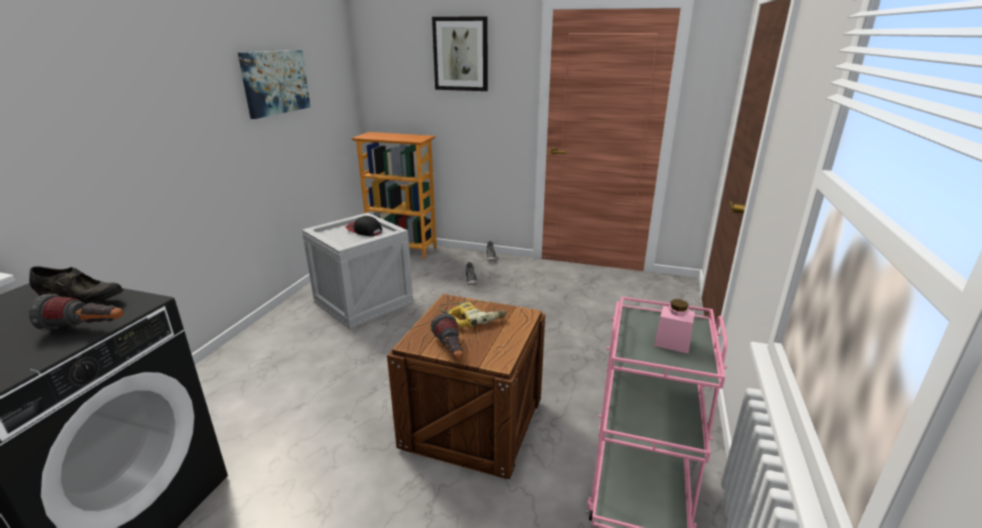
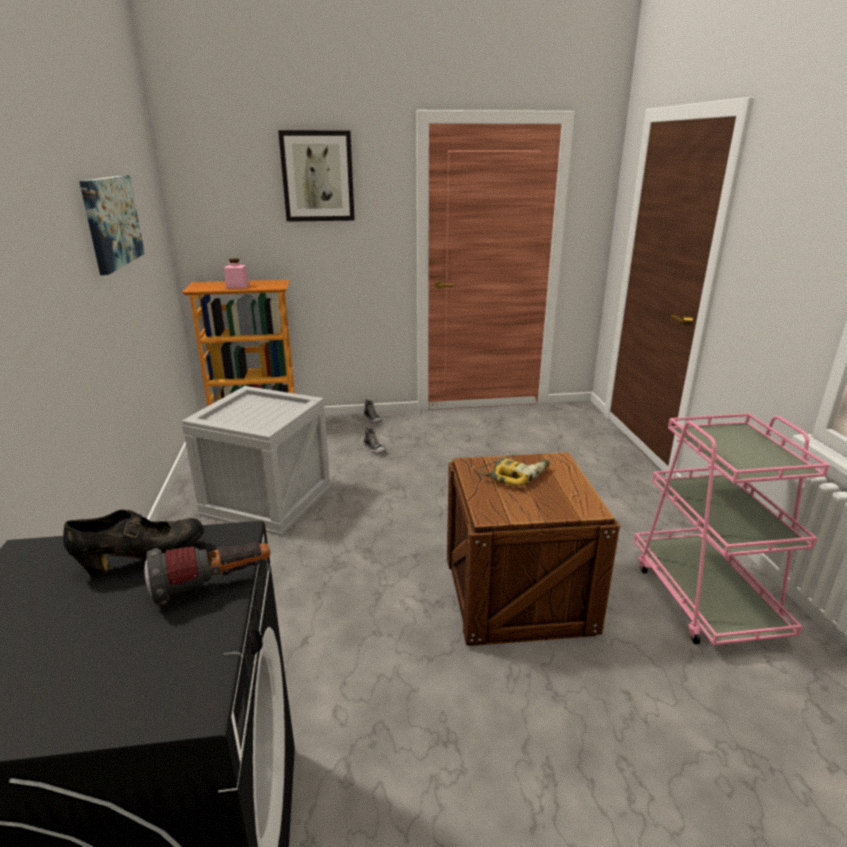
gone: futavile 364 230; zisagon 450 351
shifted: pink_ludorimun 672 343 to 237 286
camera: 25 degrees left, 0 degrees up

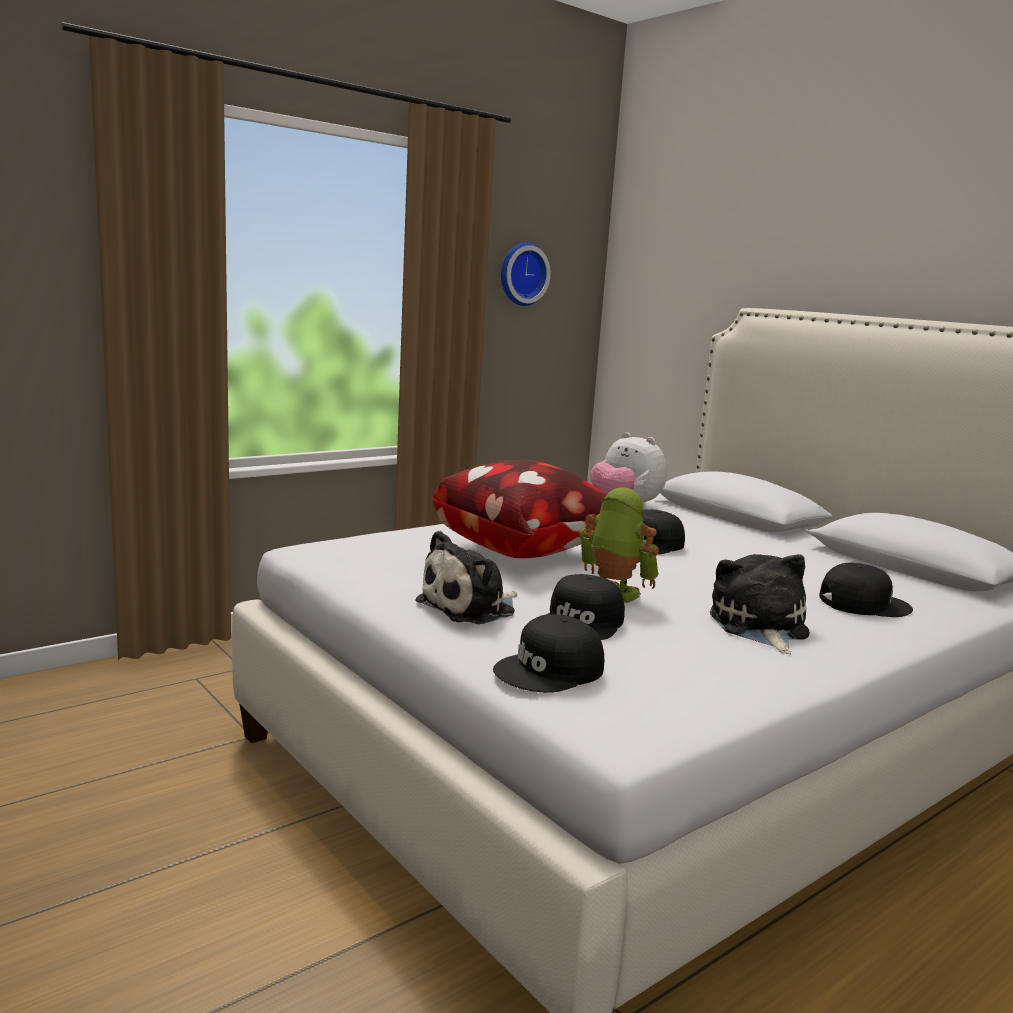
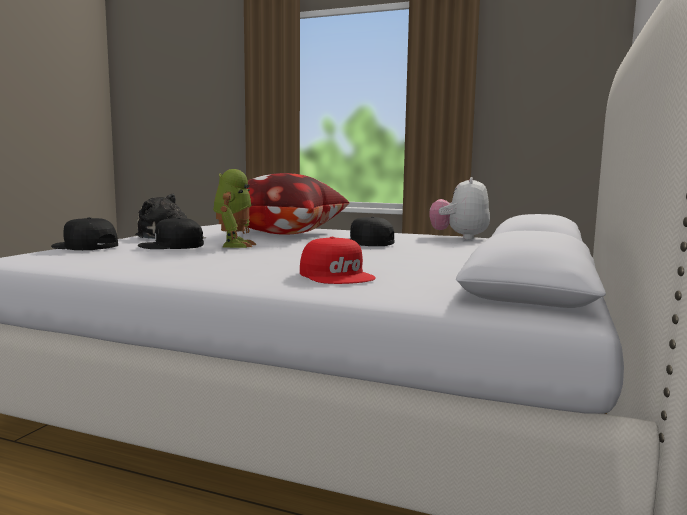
gone: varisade 521 274; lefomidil 759 627
repainted: black_futavile 863 603 to red_futavile 338 276
camera: 60 degrees right, 5 degrees down

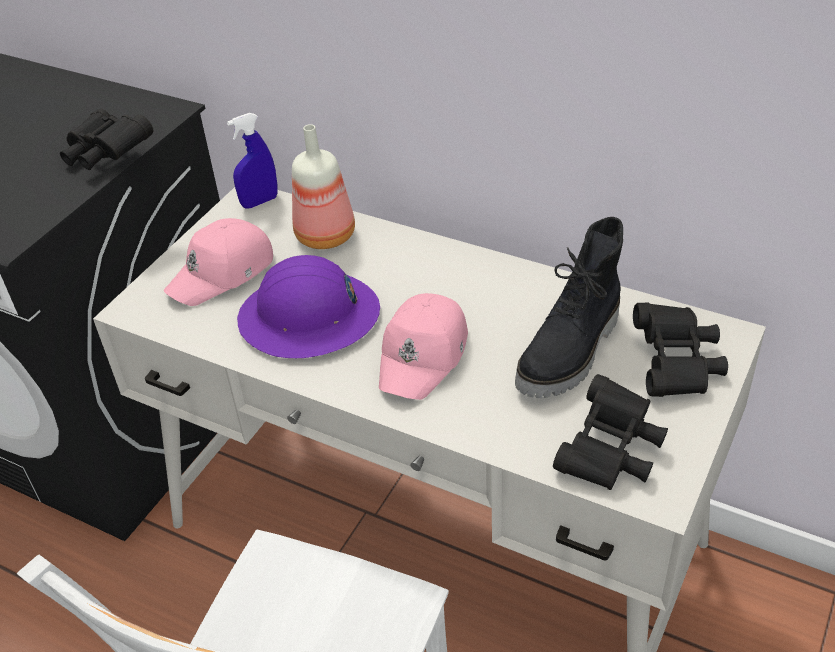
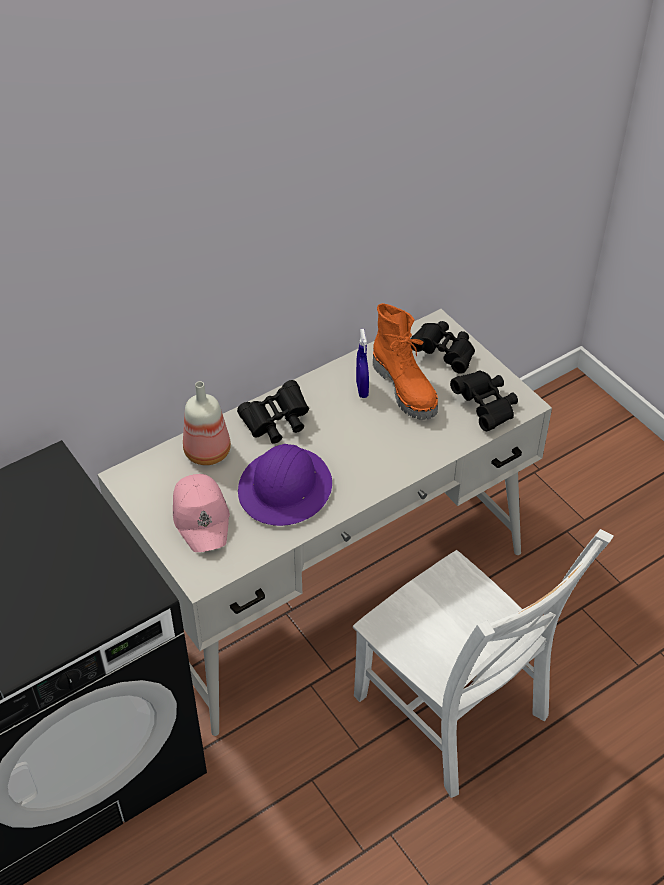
gone: pink_futavile 424 355
shifted: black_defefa 107 155 to 276 423; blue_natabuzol 259 202 to 362 389
repainted: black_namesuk 571 353 to orange_namesuk 406 388
camera: 65 degrees left, 5 degrees up

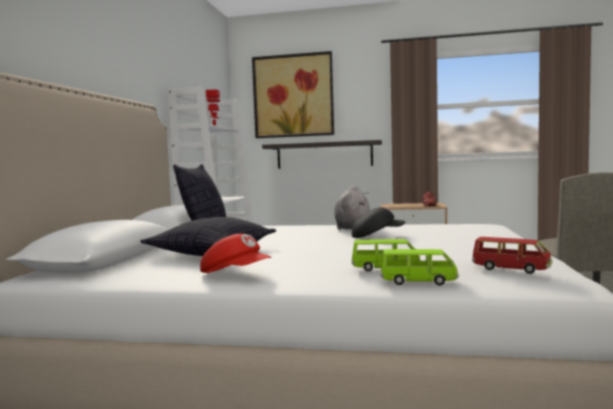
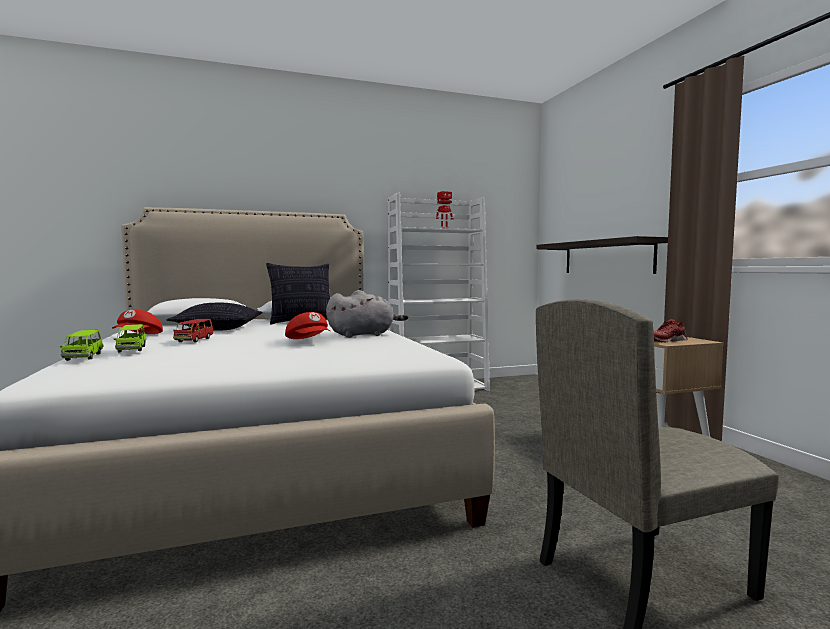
gone: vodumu 293 96
shifted: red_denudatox 511 269 to 194 340
repainted: black_futavile 377 236 to red_futavile 309 341
camera: 60 degrees right, 0 degrees up

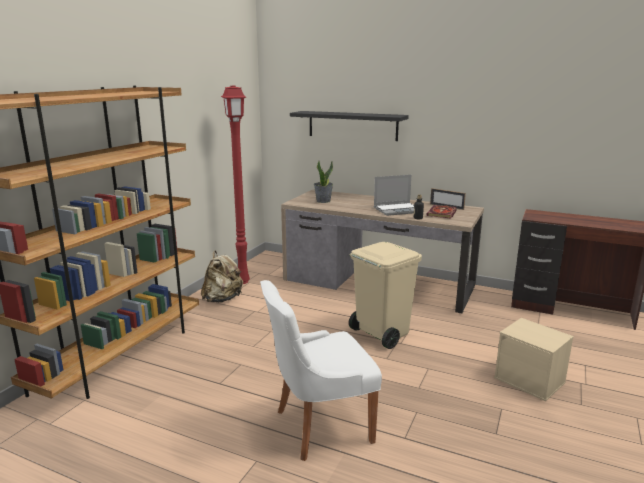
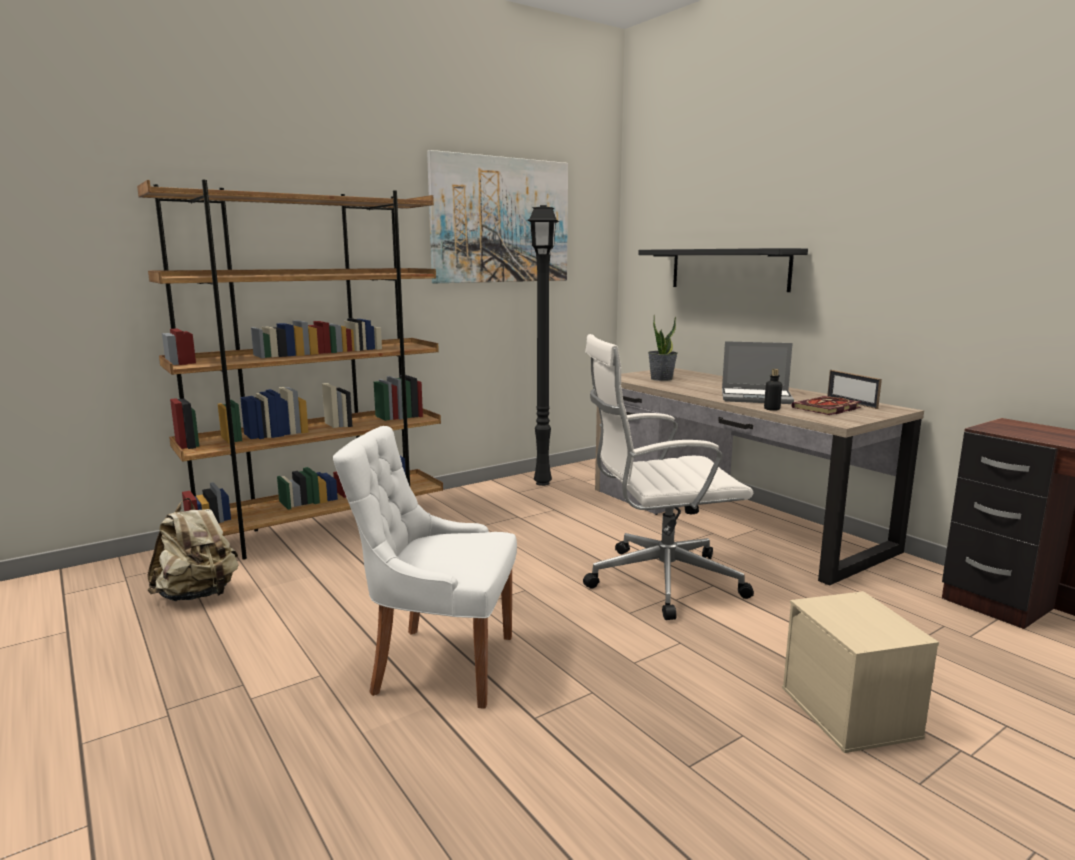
new: vodumu 501 220
shifted: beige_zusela 222 299 to 198 595
swapped: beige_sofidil 381 334 to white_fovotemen 659 581
repainted: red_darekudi 243 281 to black_darekudi 544 483
camera: 30 degrees right, 5 degrees down

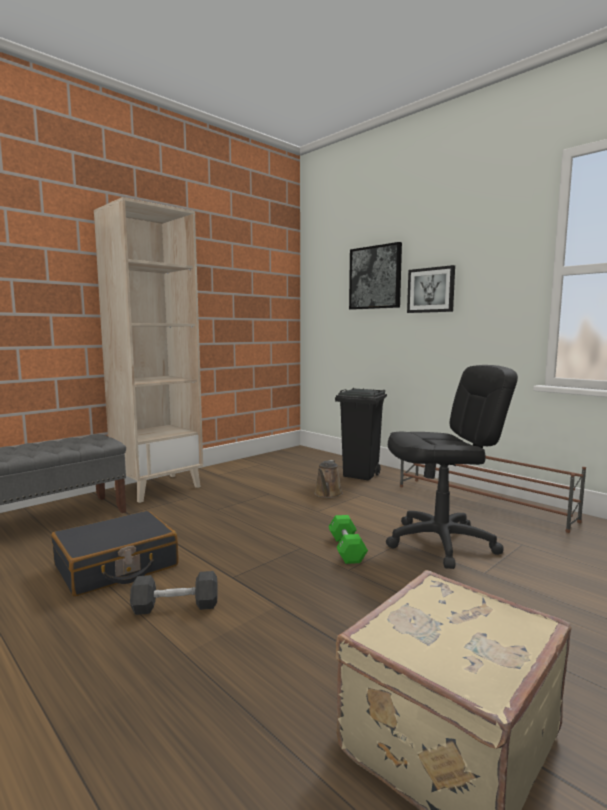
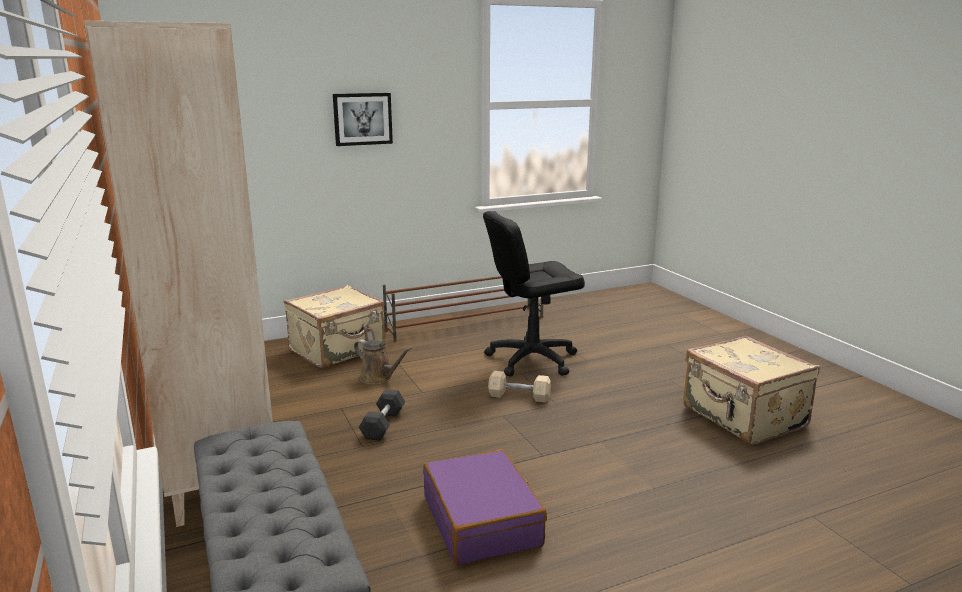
gone: vodumu 375 277
shifted: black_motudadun 175 606 to 383 424
swapped: black_sofidil 361 475 to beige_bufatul 338 350
repainted: black_bufatul 116 566 to purple_bufatul 482 521; green_motudadun 346 549 to beige_motudadun 519 396
rotated: black_fovotemen 441 543 = 531 359 120 degrees counterclockwise
camera: 70 degrees left, 10 degrees up

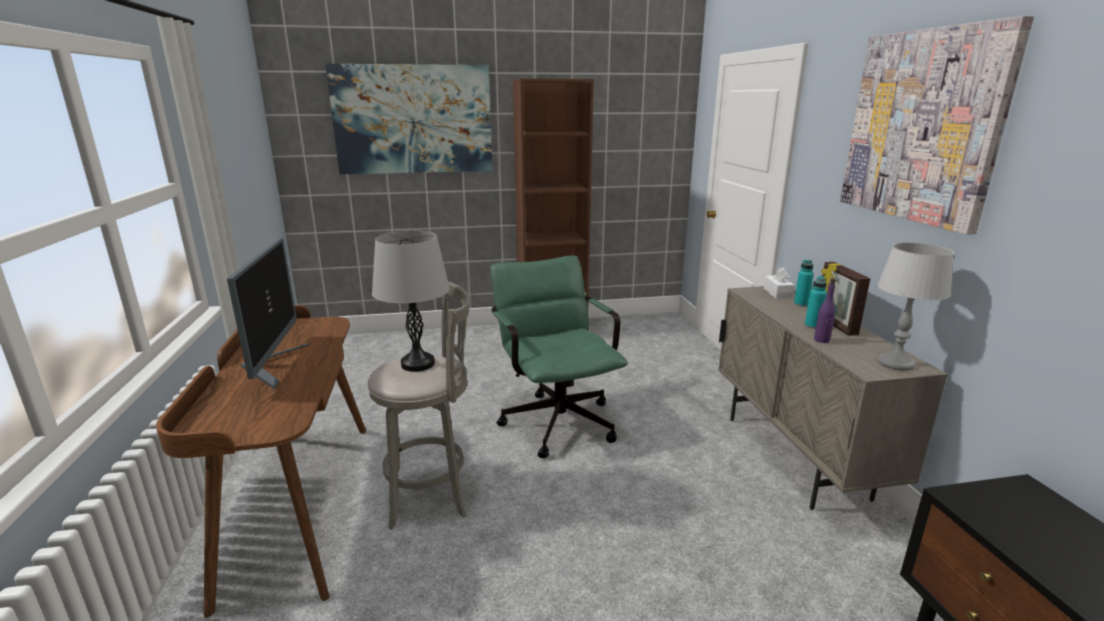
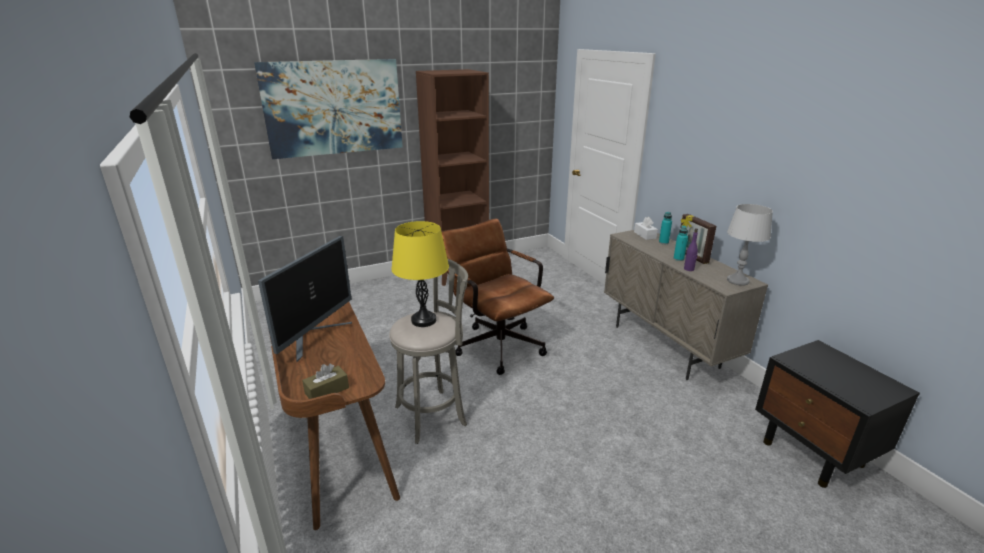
gone: vodumu 922 126
new: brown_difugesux 327 390
repainted: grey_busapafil 418 364 to yellow_busapafil 423 320; green_fovotemen 556 418 to brown_fovotemen 495 343
rotated: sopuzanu 273 365 = 315 336 45 degrees clockwise
camera: 15 degrees left, 5 degrees up

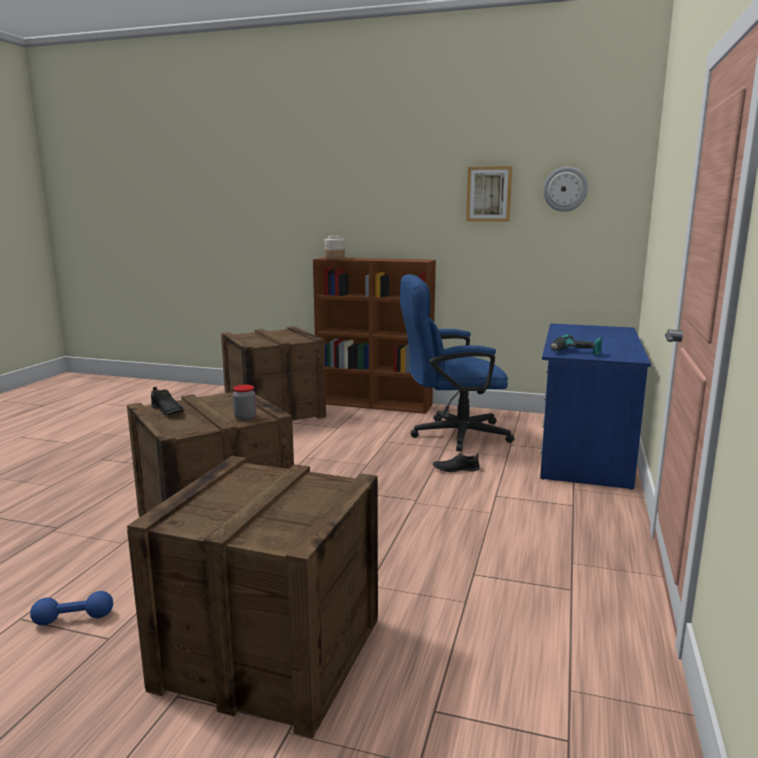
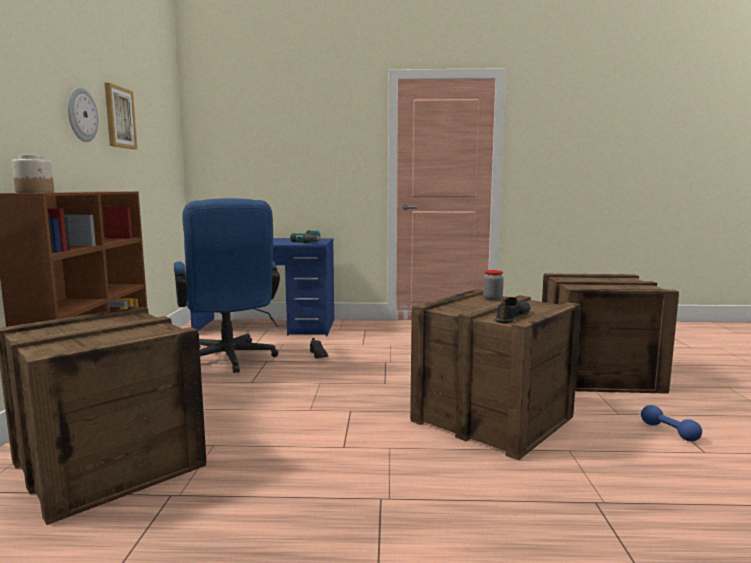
shifted: varisade 565 189 to 81 115
camera: 105 degrees left, 5 degrees down

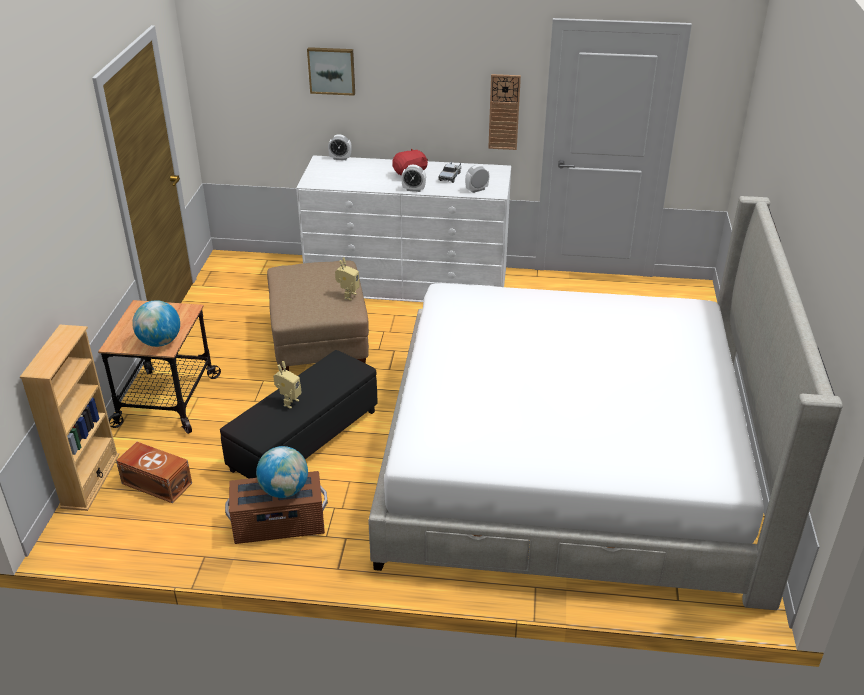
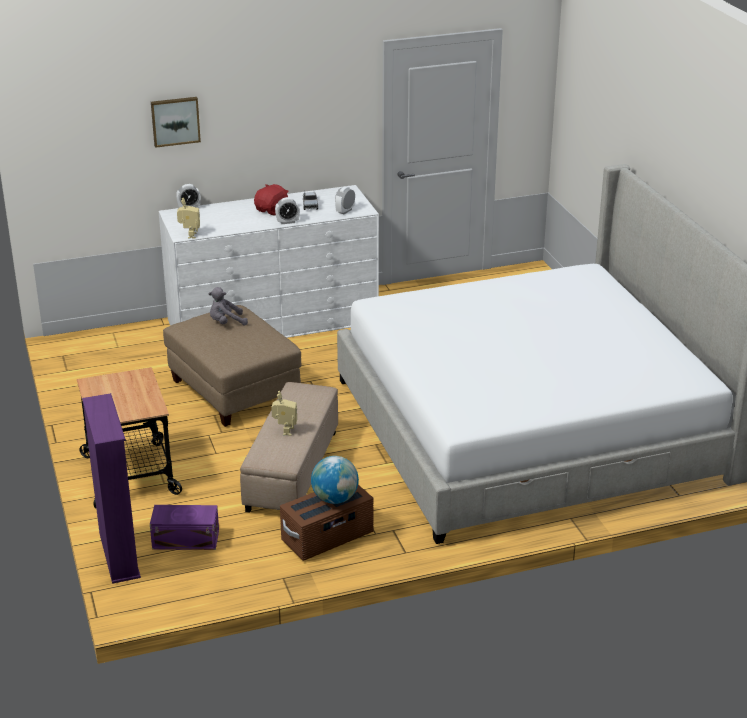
gone: varisade 504 112; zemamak 160 342
new: grey_lefomidil 226 323
shifted: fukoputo 348 295 to 189 235
repainted: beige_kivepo 90 481 to purple_kivepo 119 555; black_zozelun 304 440 to beige_zozelun 291 470; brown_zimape 156 482 to purple_zimape 185 539
camera: 25 degrees left, 5 degrees down

